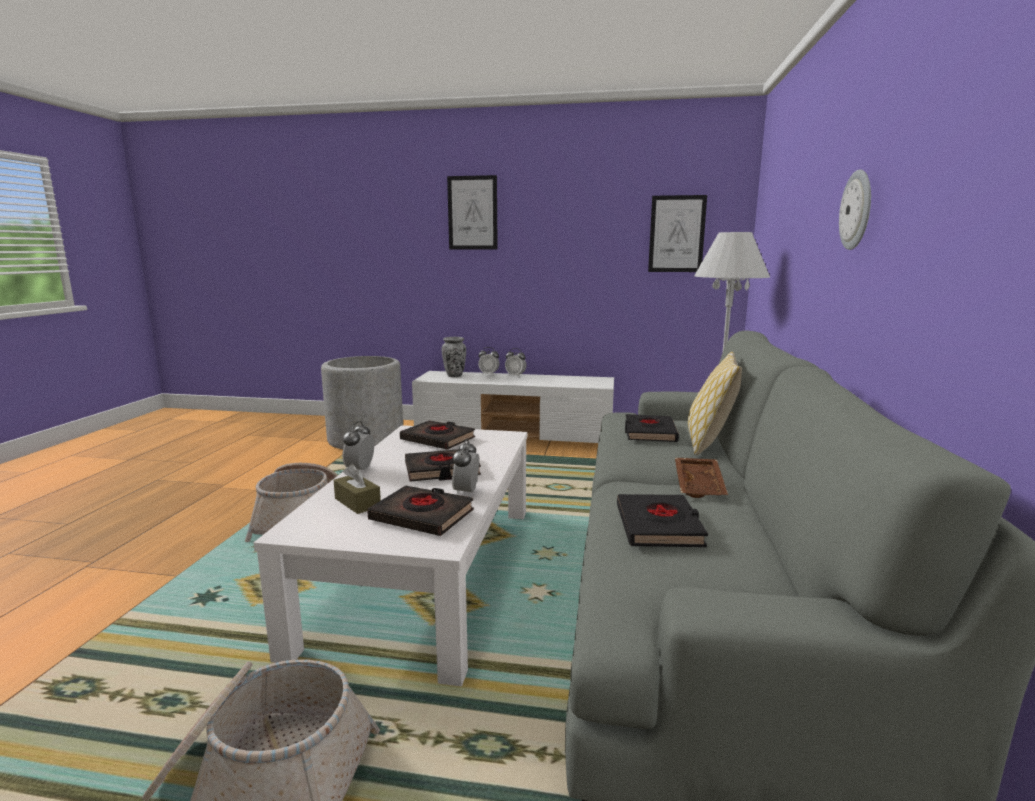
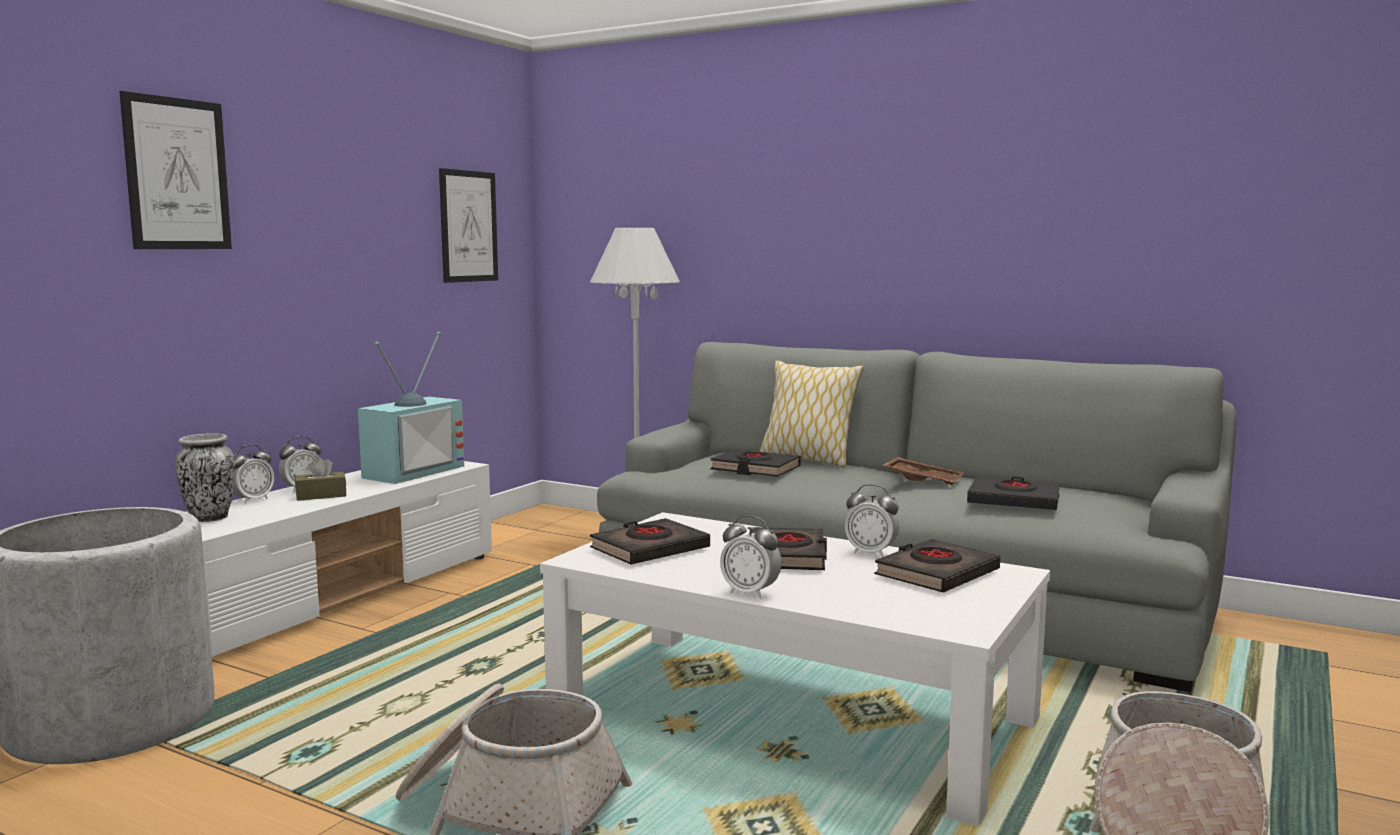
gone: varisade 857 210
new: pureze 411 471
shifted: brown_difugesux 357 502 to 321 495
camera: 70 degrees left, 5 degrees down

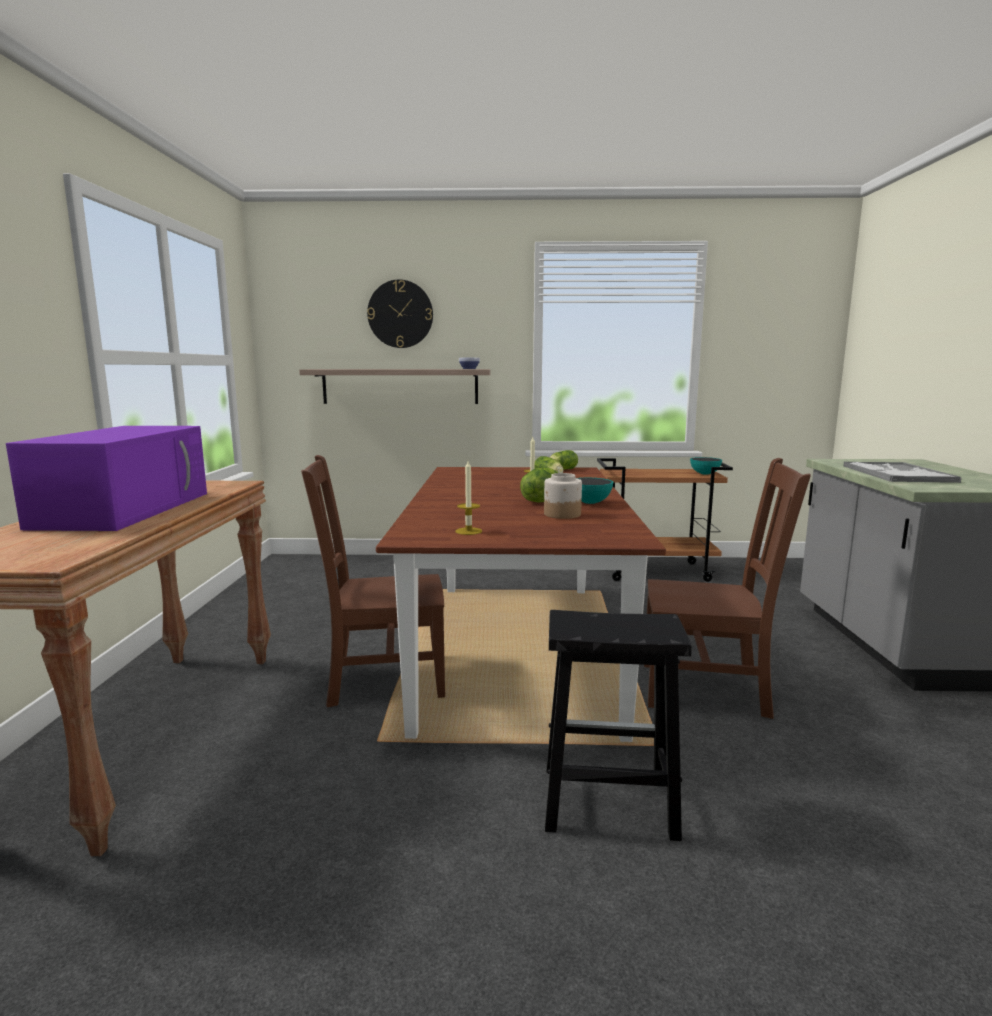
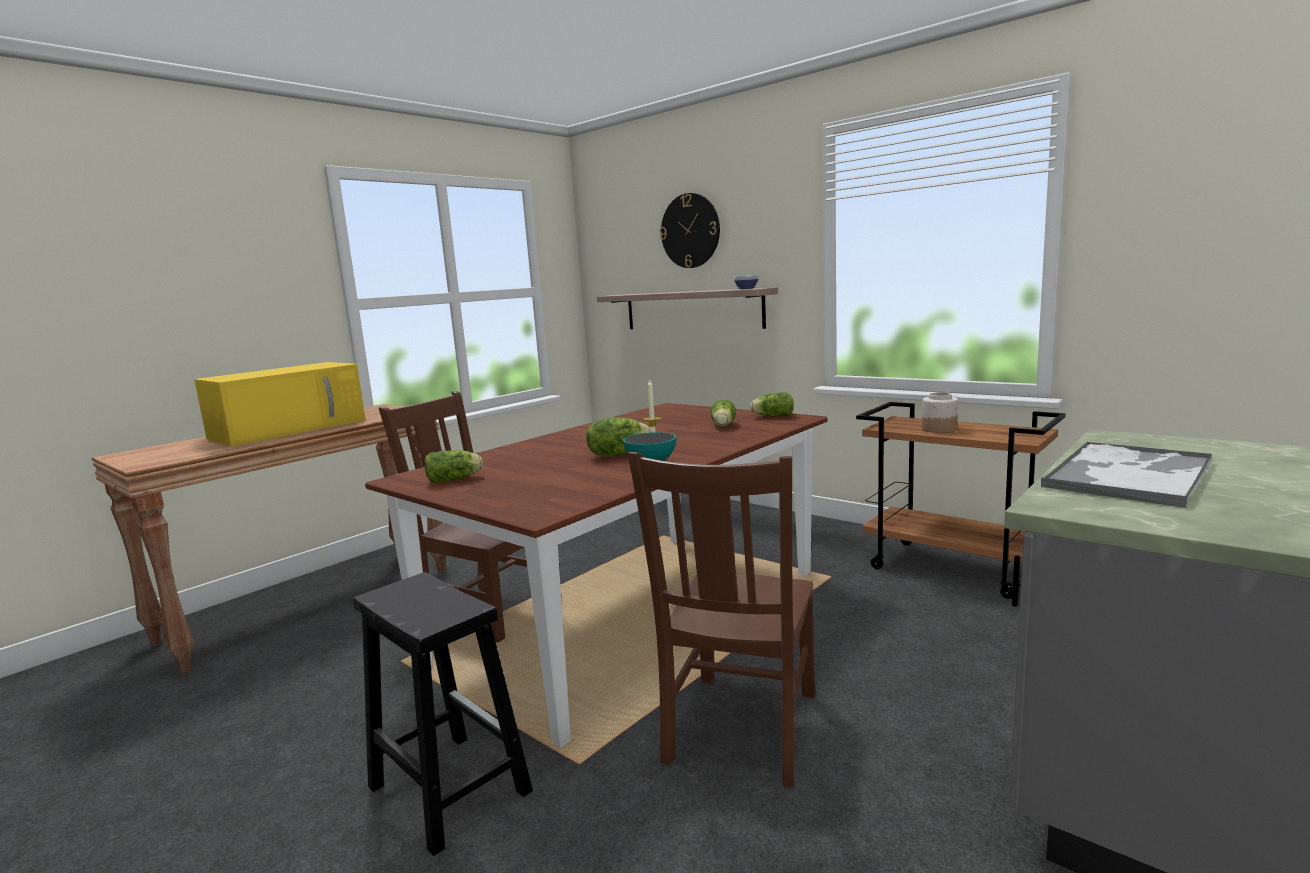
gone: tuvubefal 705 474
shifted: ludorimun 562 514 to 939 429
swapped: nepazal 468 531 to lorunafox 456 479
repainted: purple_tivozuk 126 509 to yellow_tivozuk 291 428
rotated: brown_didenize 708 689 = 740 730 60 degrees clockwise
camera: 40 degrees right, 0 degrees up

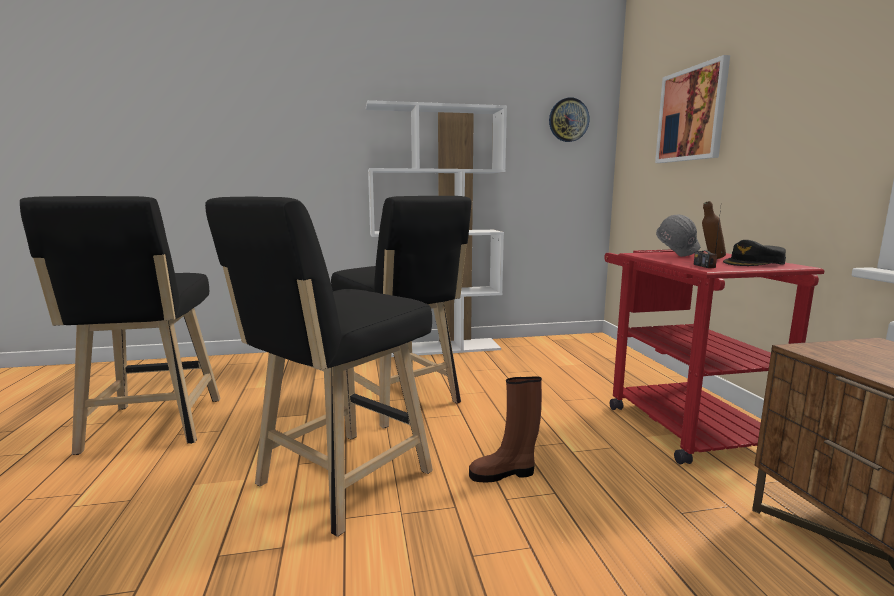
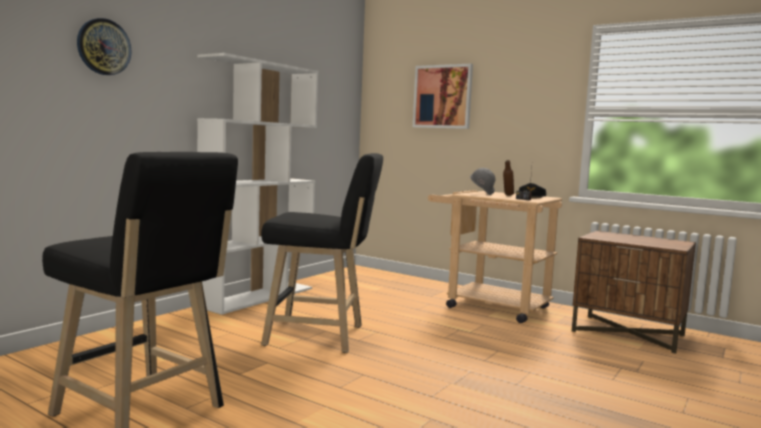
gone: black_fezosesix 337 482; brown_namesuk 504 473
shifted: varisade 568 120 to 104 47
repainted: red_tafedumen 679 422 to beige_tafedumen 489 305
camera: 45 degrees left, 5 degrees down

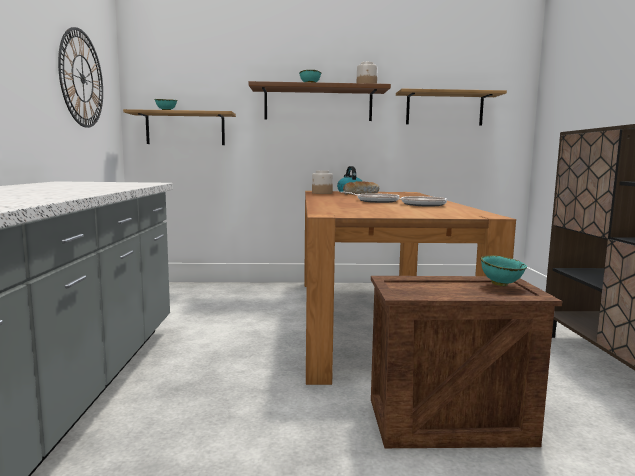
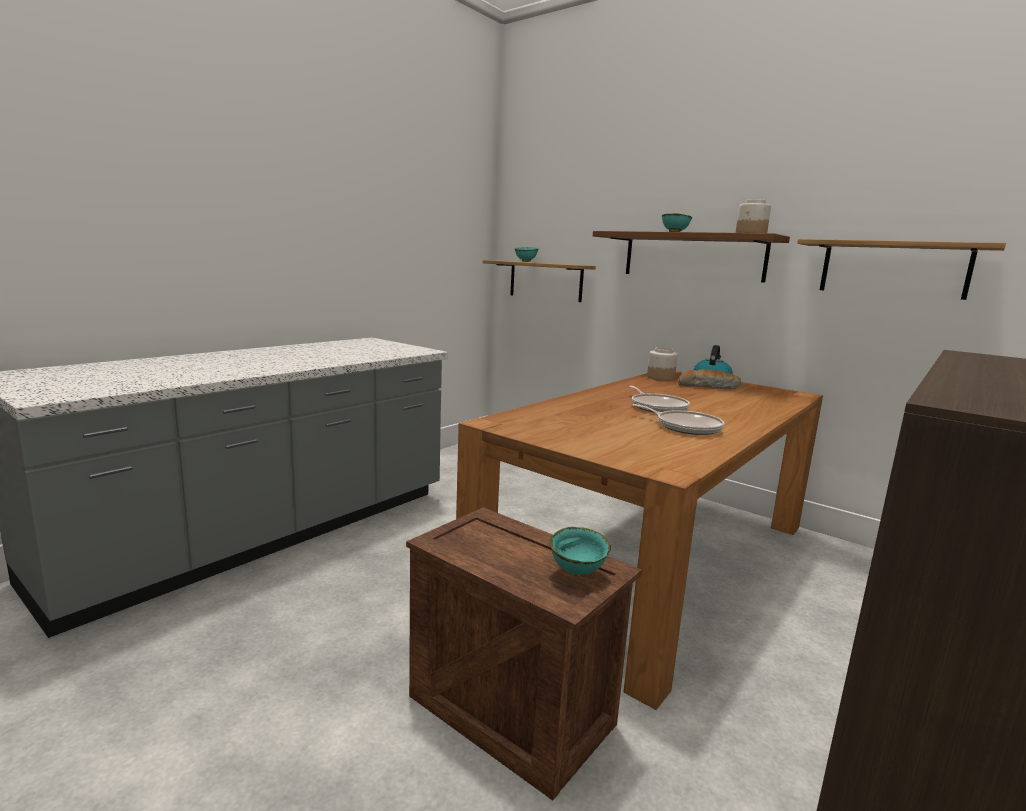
gone: varisade 82 78
camera: 40 degrees right, 5 degrees up

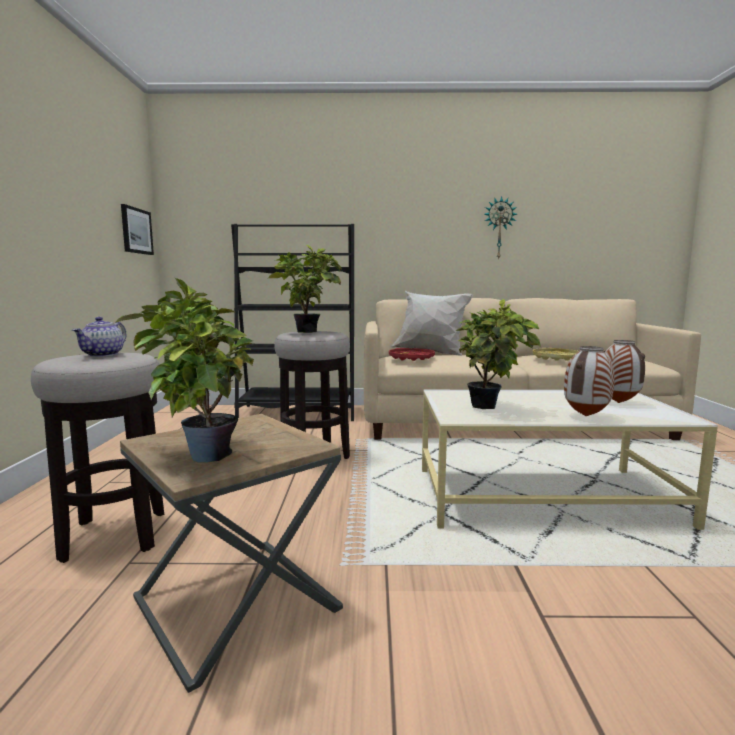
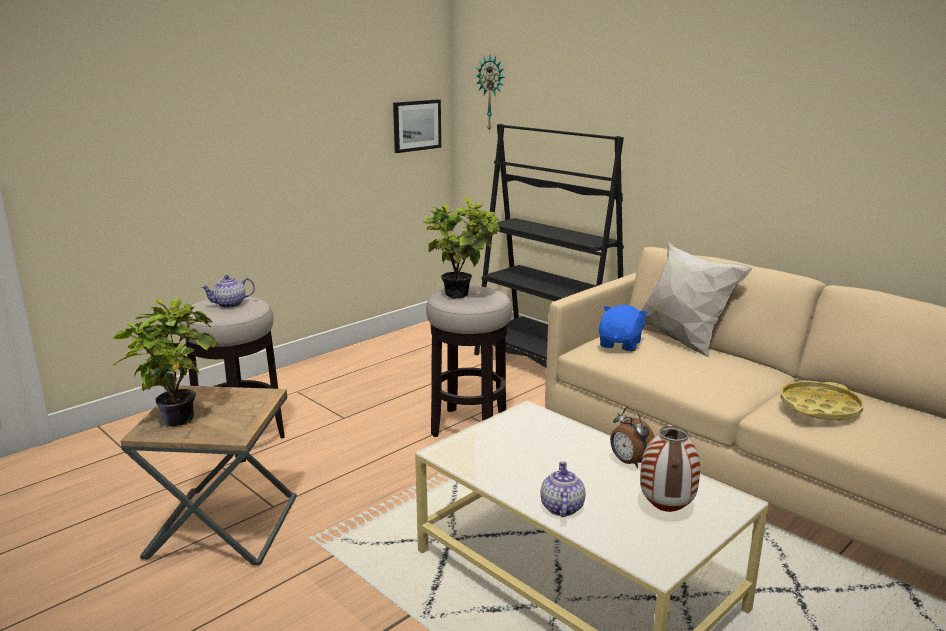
gone: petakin 491 408
new: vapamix 629 462
shifted: varisade 499 228 to 491 93
swapped: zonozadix 586 416 to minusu 561 507; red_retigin 411 358 to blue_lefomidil 621 344
camera: 45 degrees right, 10 degrees up

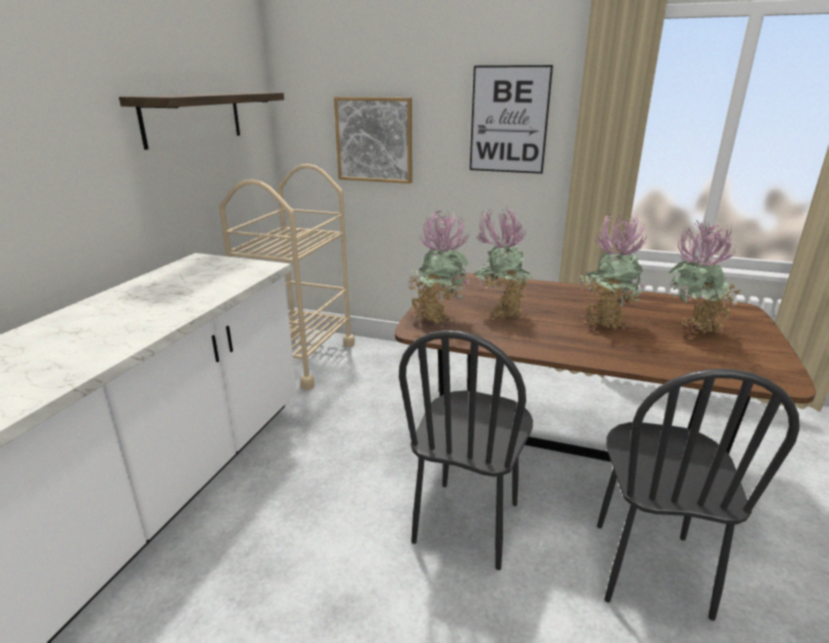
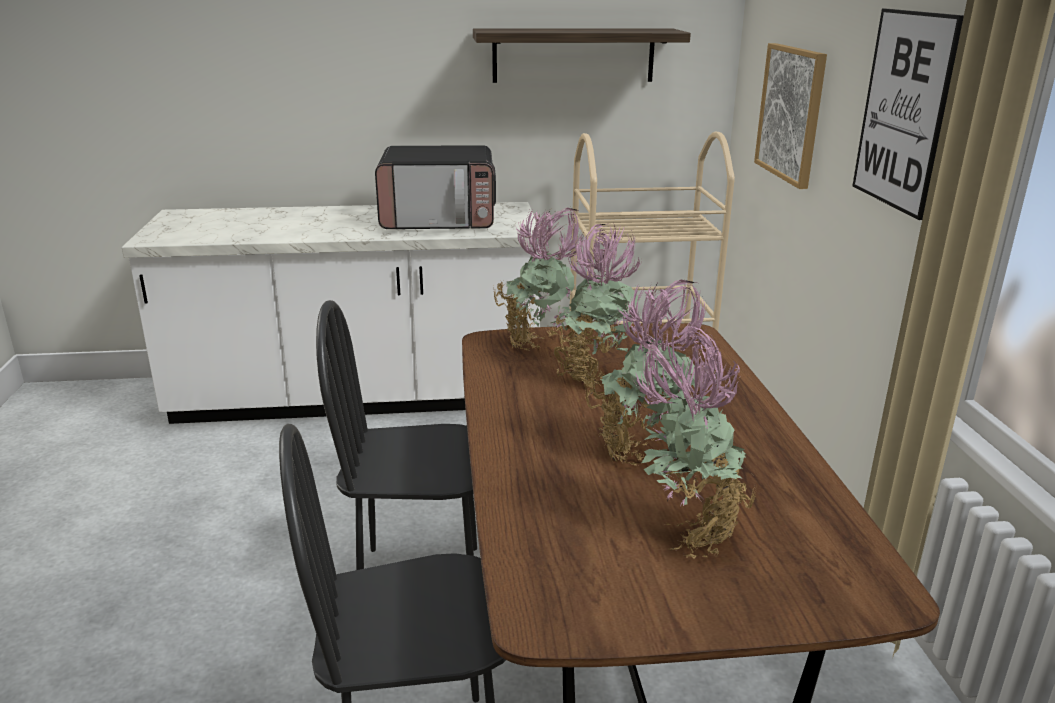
new: tivozuk 439 219
camera: 65 degrees right, 0 degrees up

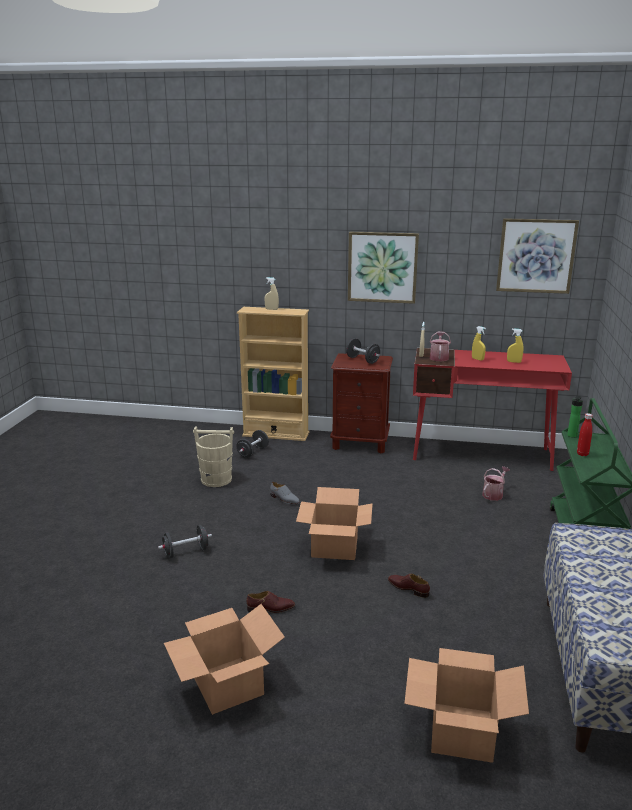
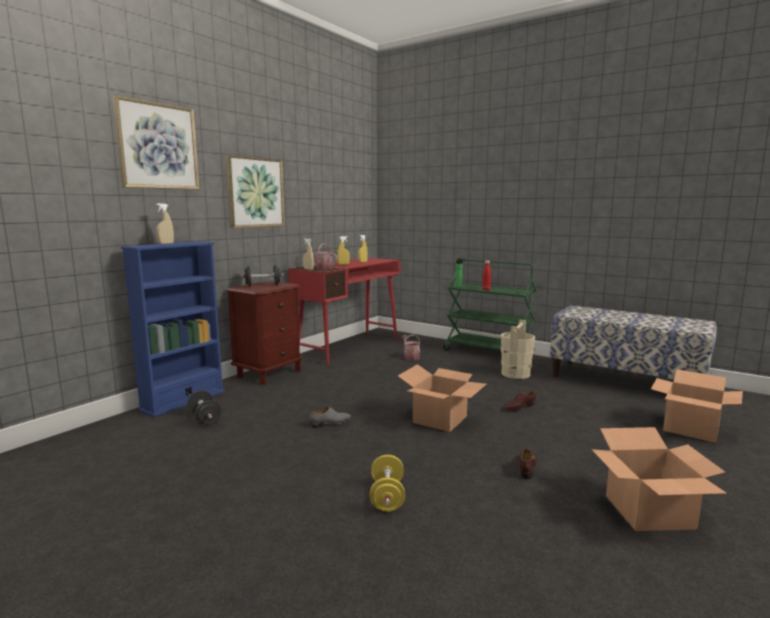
shifted: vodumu 536 256 to 158 146; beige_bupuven 216 479 to 515 374
repainted: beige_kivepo 276 434 to blue_kivepo 183 400; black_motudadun 186 552 to yellow_motudadun 387 497
camera: 65 degrees left, 10 degrees down

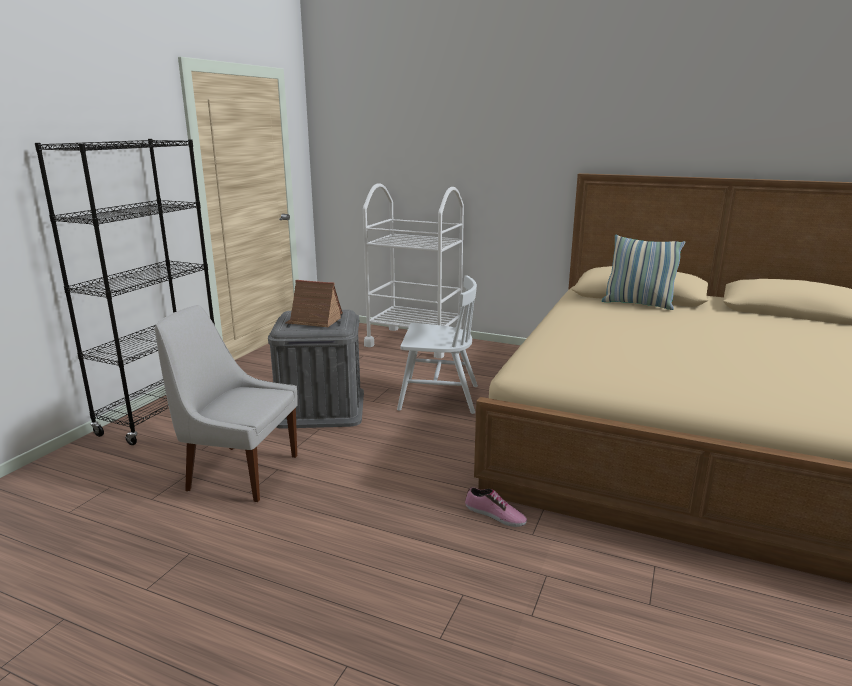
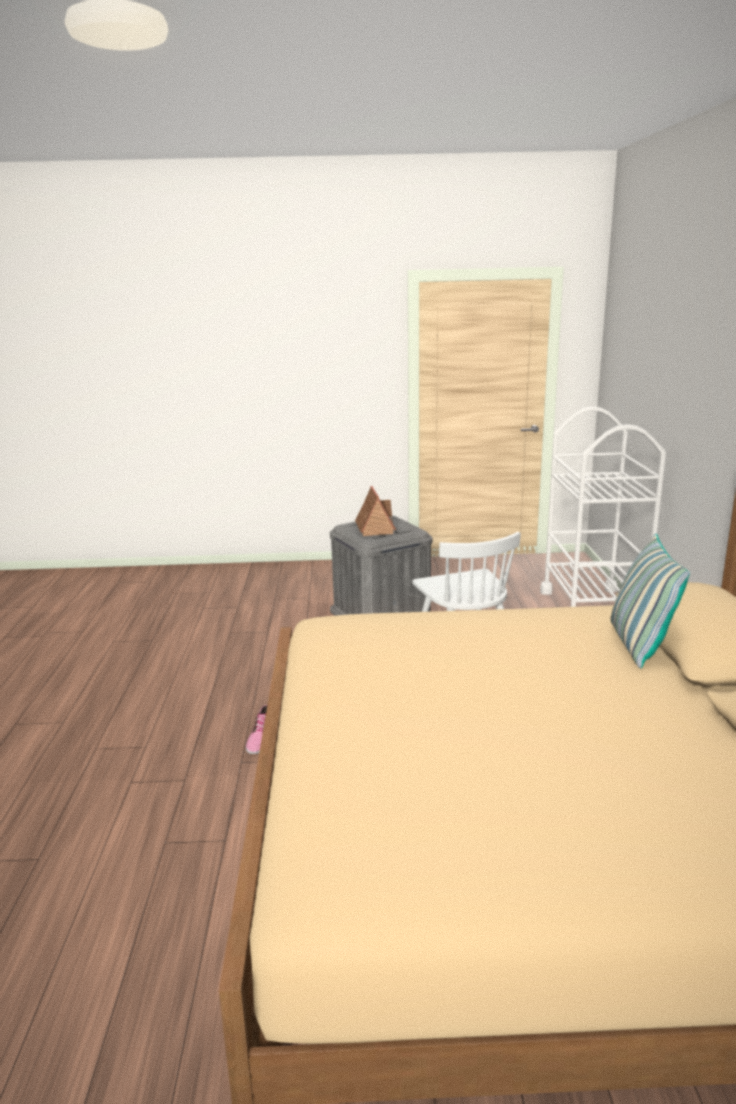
gone: black_kivepo 163 414; white_didenize 239 472
camera: 65 degrees right, 0 degrees up

